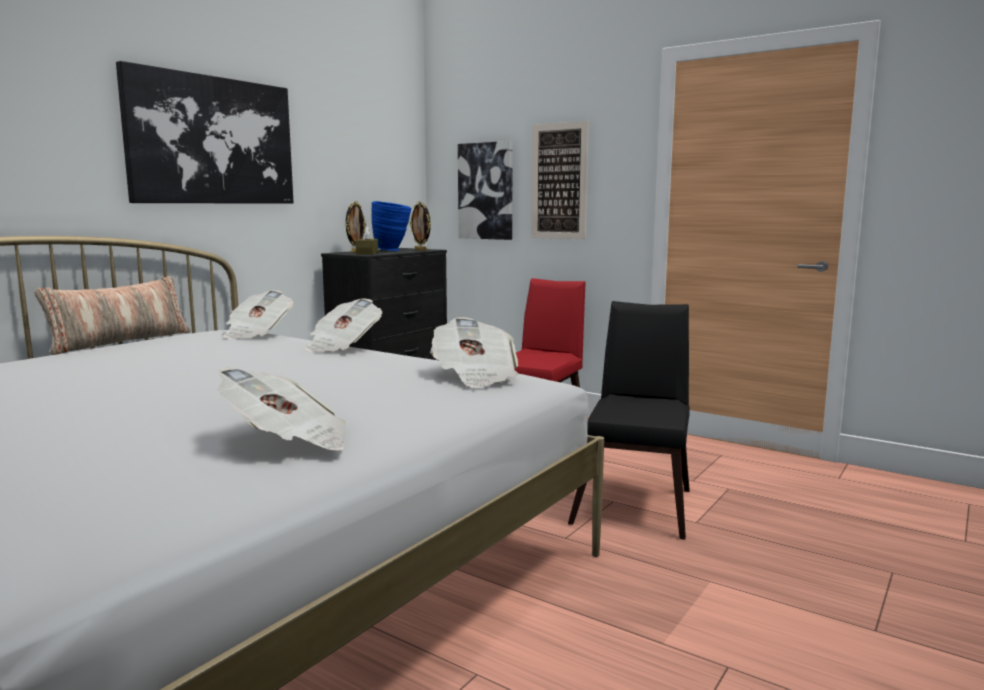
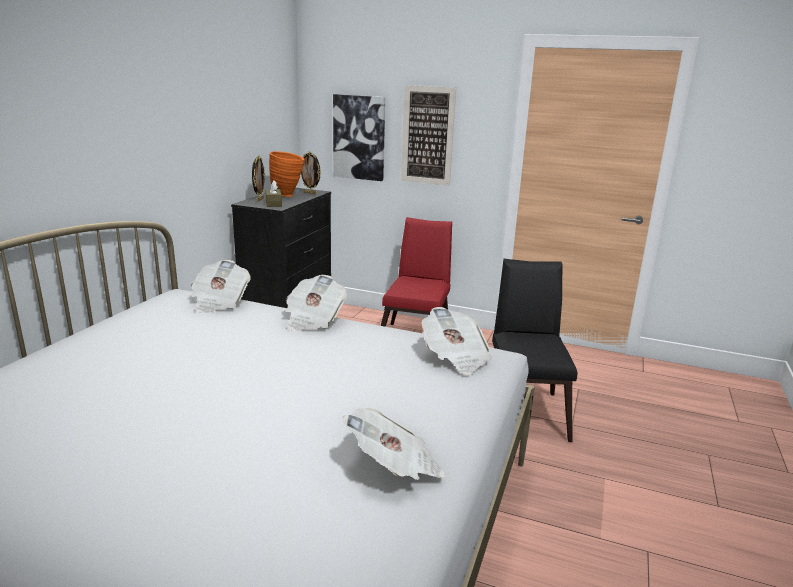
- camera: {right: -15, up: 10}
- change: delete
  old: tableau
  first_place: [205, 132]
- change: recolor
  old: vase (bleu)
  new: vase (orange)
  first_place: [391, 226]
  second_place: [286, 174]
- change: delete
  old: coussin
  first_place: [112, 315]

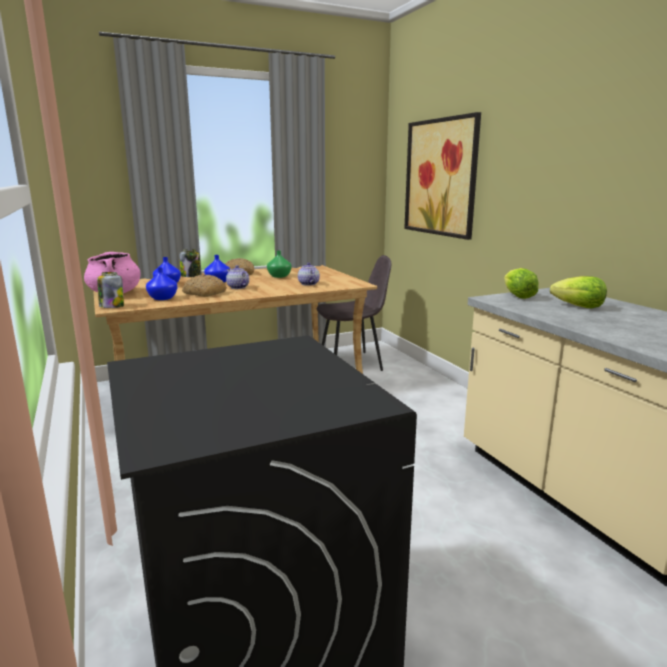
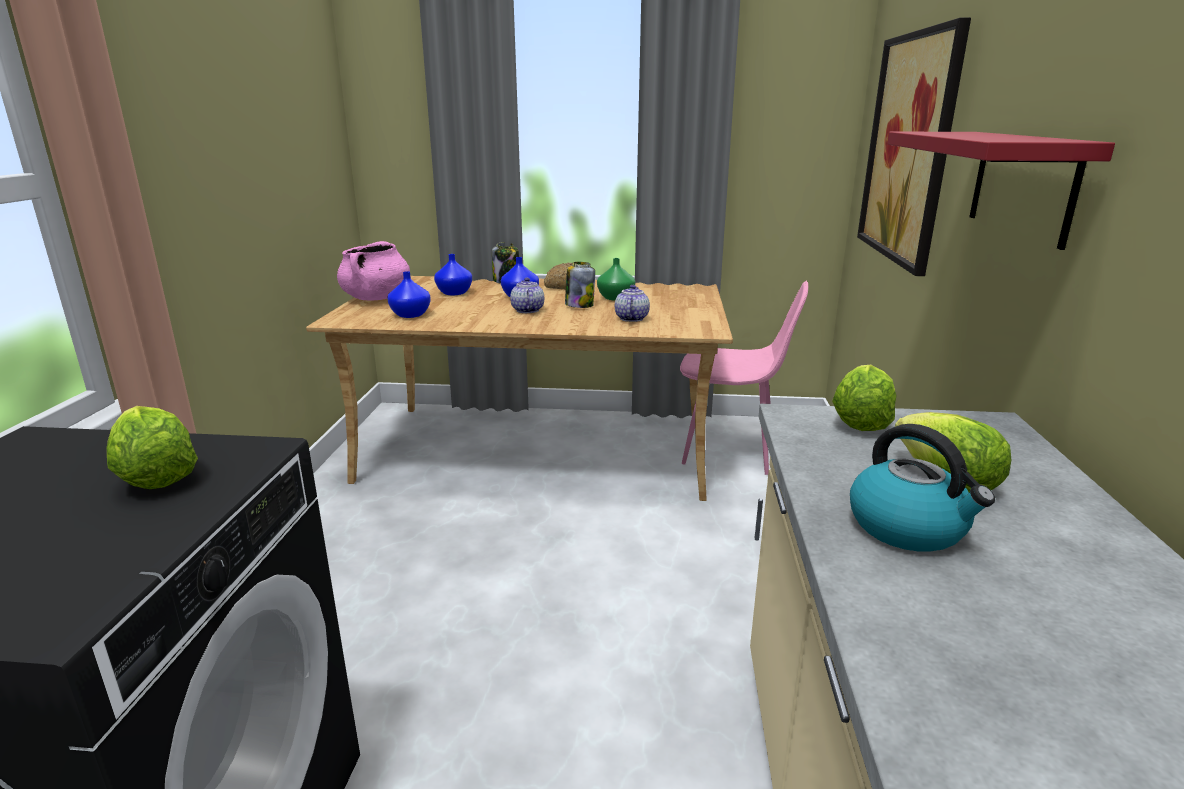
- camera: {right: 30, up: 5}
- change: recolor
  old: chaise (gris)
  new: chaise (rose)
  first_place: [353, 313]
  second_place: [744, 377]
- change: move
  old: bocal
  first_place: [110, 290]
  second_place: [580, 285]
- change: delete
  old: pain
  first_place: [204, 286]
- change: insert
  new: étagère (rouge)
  second_place: [1001, 191]
- change: insert
  new: laitue
  second_place: [152, 447]
- change: insert
  new: bouilloire
  second_place: [922, 488]

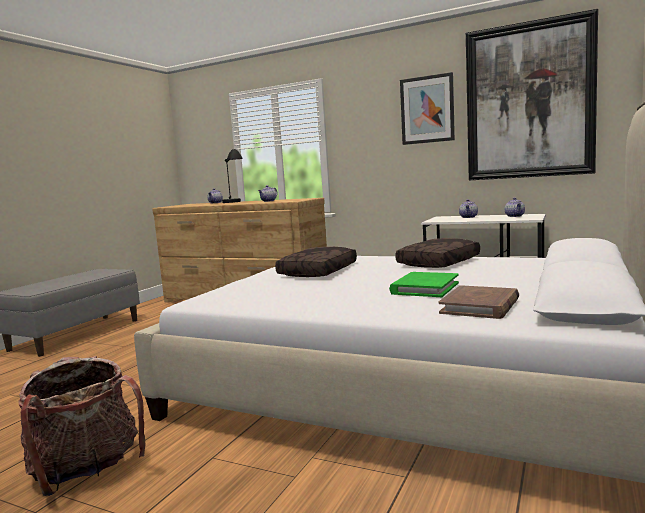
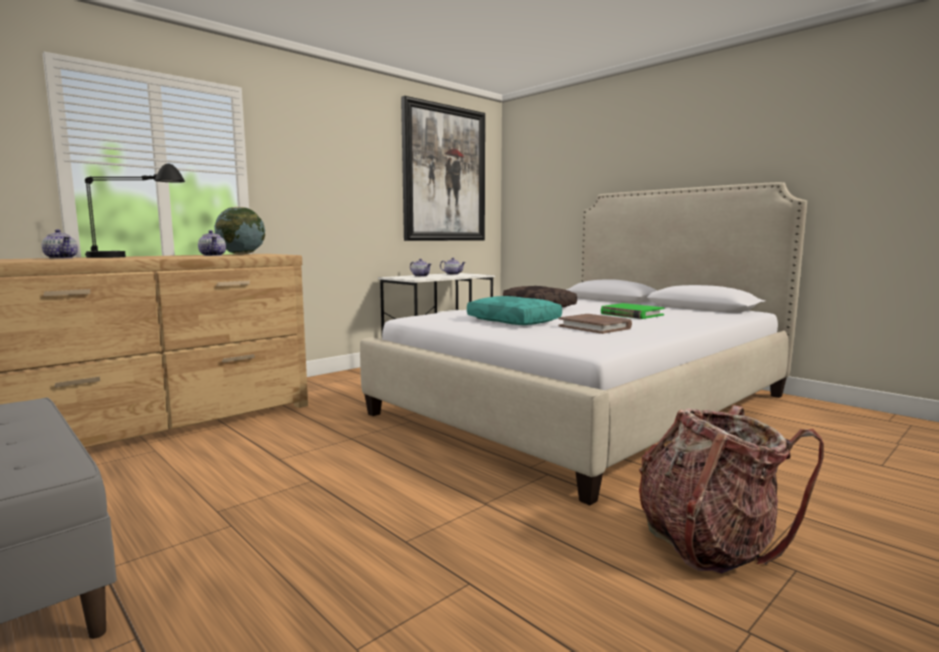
- camera: {right: -70, up: 0}
- change: delete
  old: tableau
  first_place: [427, 108]
- change: recolor
  old: coussin (marron)
  new: coussin (turquoise)
  first_place: [316, 262]
  second_place: [514, 310]
- change: move
  old: livre (marron)
  first_place: [479, 302]
  second_place: [595, 324]
- change: insert
  new: globe
  second_place: [239, 230]

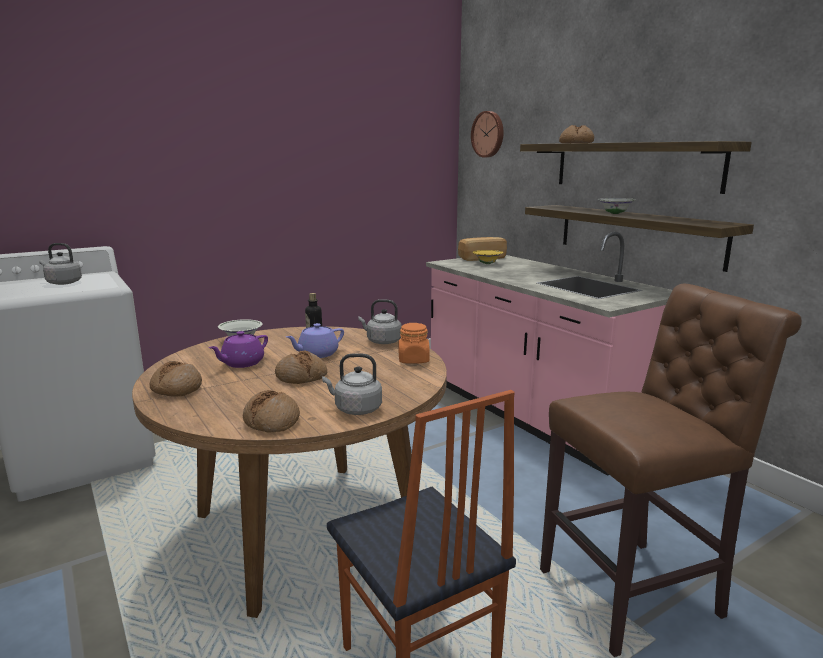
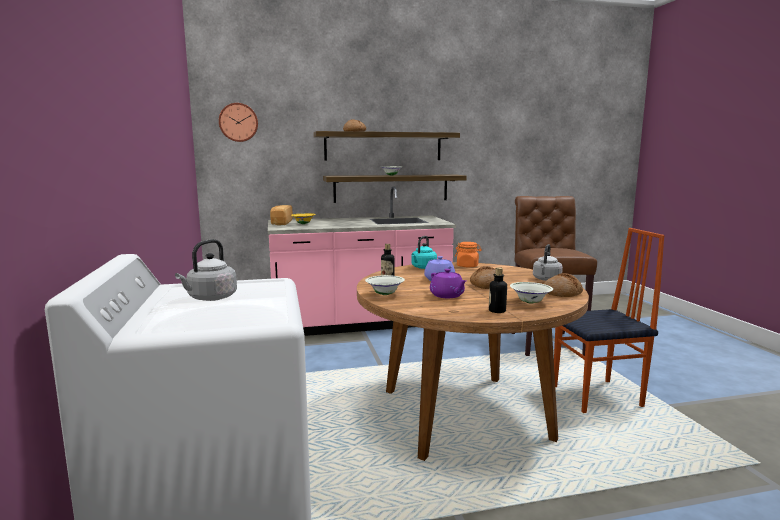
- camera: {right: -70, up: -5}
- change: recolor
  old: bouilloire (gris)
  new: bouilloire (turquoise)
  first_place: [380, 321]
  second_place: [424, 252]
- change: replace
  old: pain
  new: bouteille
  first_place: [176, 379]
  second_place: [498, 290]
- change: insert
  new: bol (blanc)
  second_place: [531, 293]

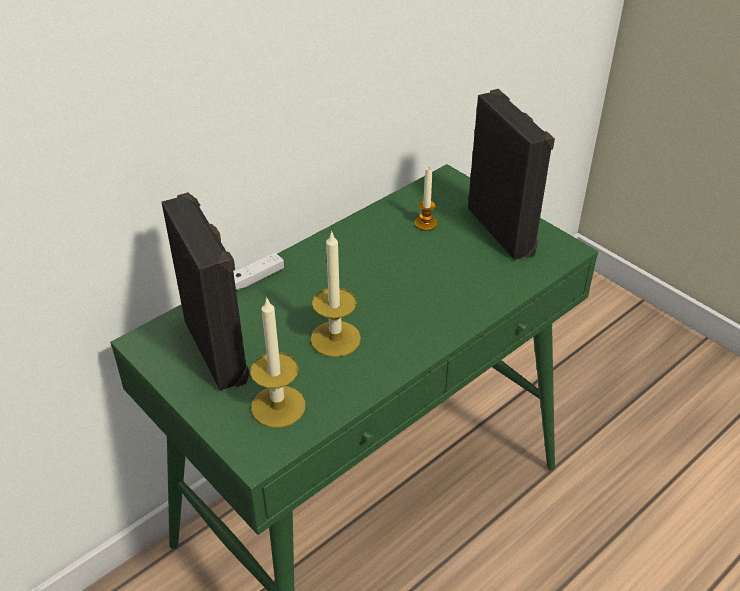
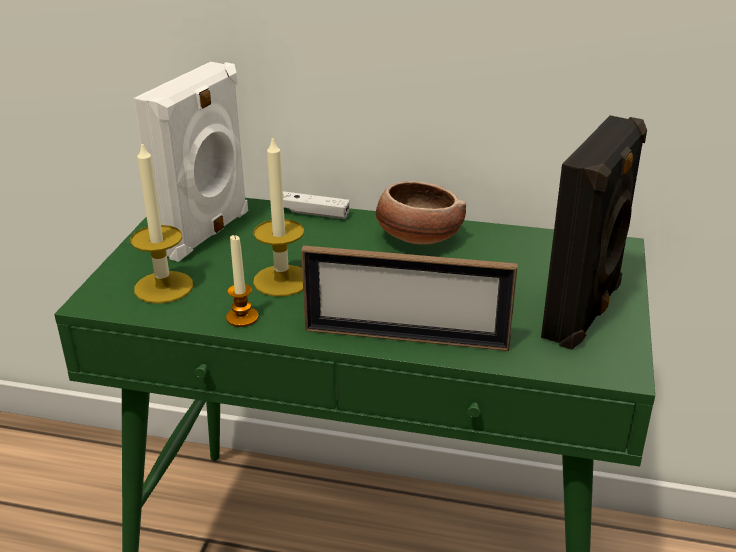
- camera: {right: 55, up: -10}
- change: move
  old: bougie
  first_place: [426, 199]
  second_place: [242, 280]
- change: recolor
  old: enceinte (noir)
  new: enceinte (blanc)
  first_place: [205, 291]
  second_place: [190, 162]
- change: insert
  new: bol
  second_place: [421, 213]
- change: insert
  new: cadre photo
  second_place: [409, 298]

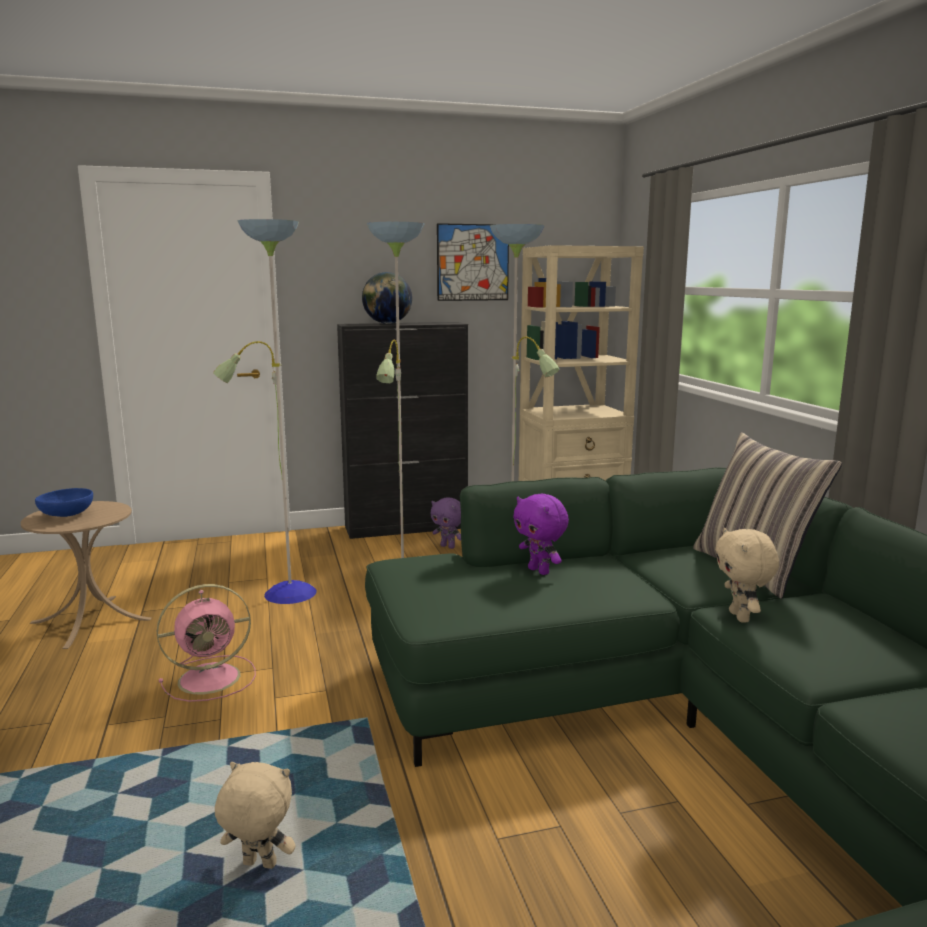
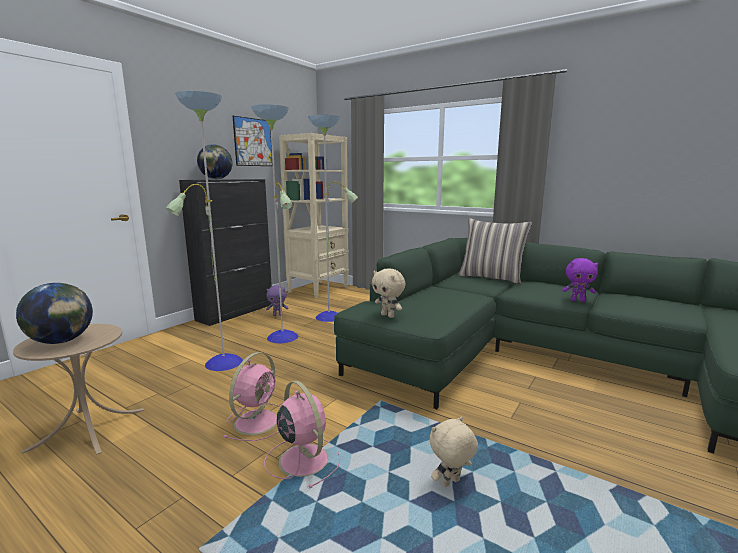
- camera: {right: -40, up: 0}
- change: replace
  old: bol (bleu)
  new: globe
  first_place: [64, 502]
  second_place: [54, 313]
- change: move
  old: peluche (violet)
  first_place: [541, 534]
  second_place: [580, 280]
- change: move
  old: peluche (beige)
  first_place: [747, 575]
  second_place: [388, 293]
- change: insert
  new: ventilateur (rose)
  second_place: [302, 434]

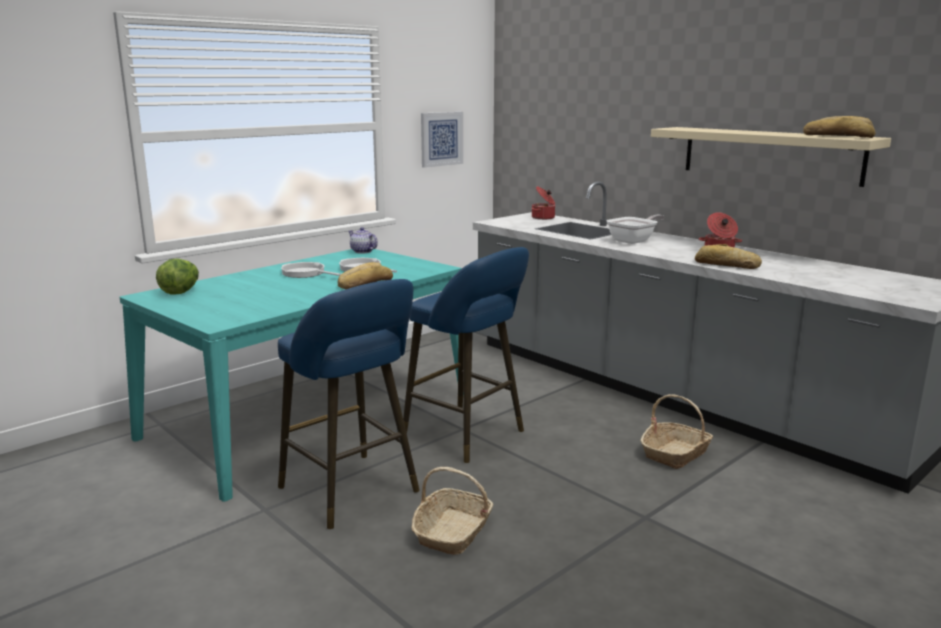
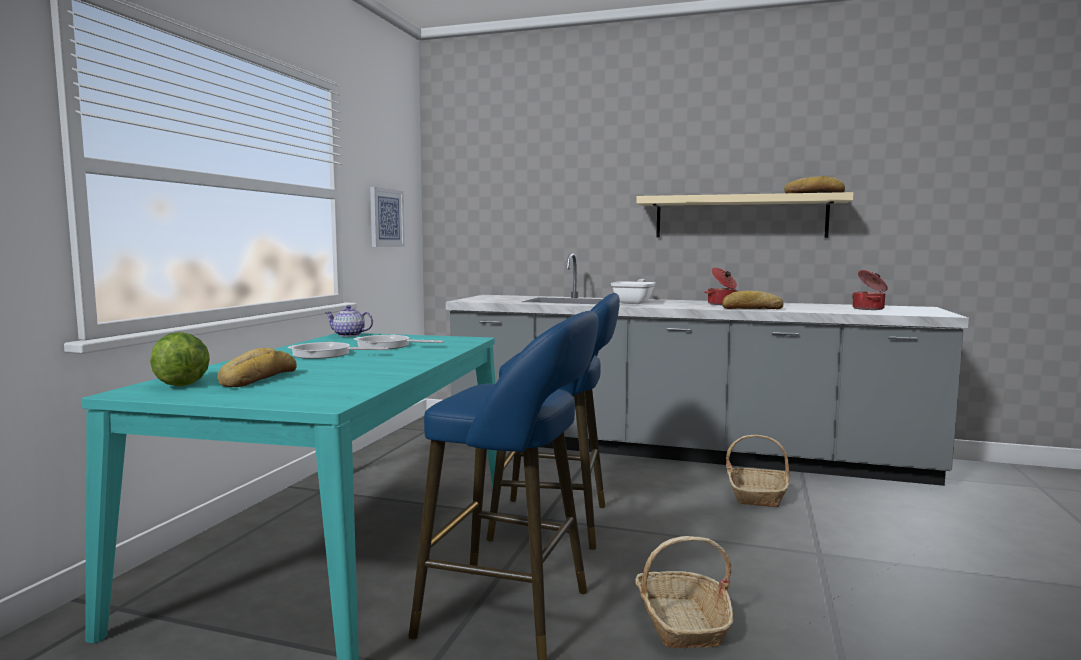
- camera: {right: -30, up: -10}
- change: move
  old: marmite
  first_place: [544, 203]
  second_place: [870, 290]
- change: move
  old: pain
  first_place: [365, 275]
  second_place: [257, 367]

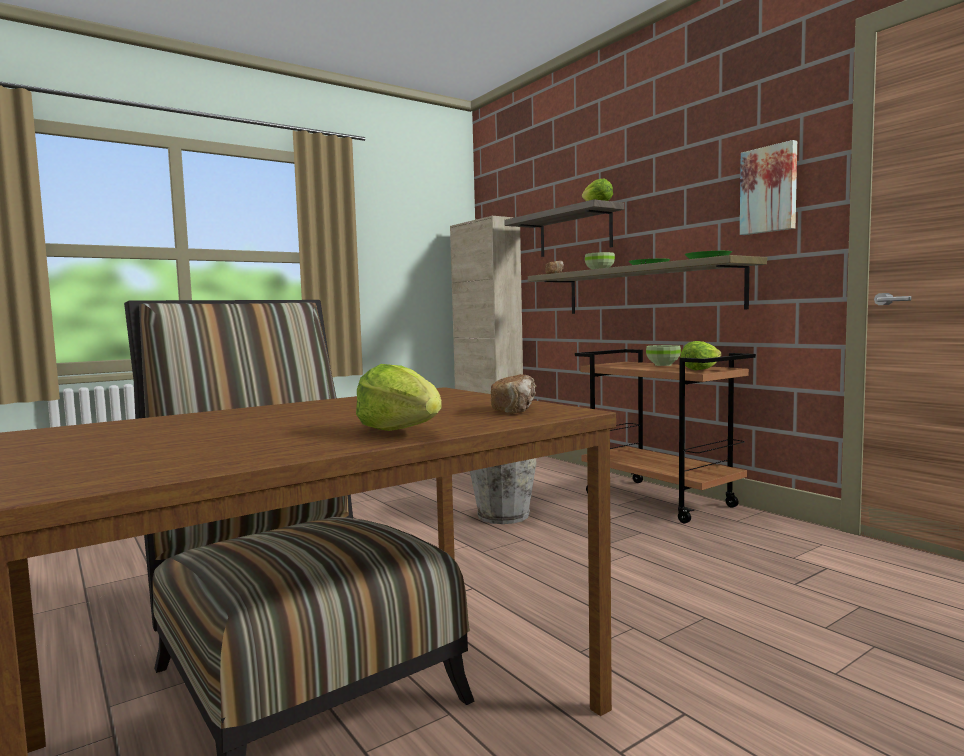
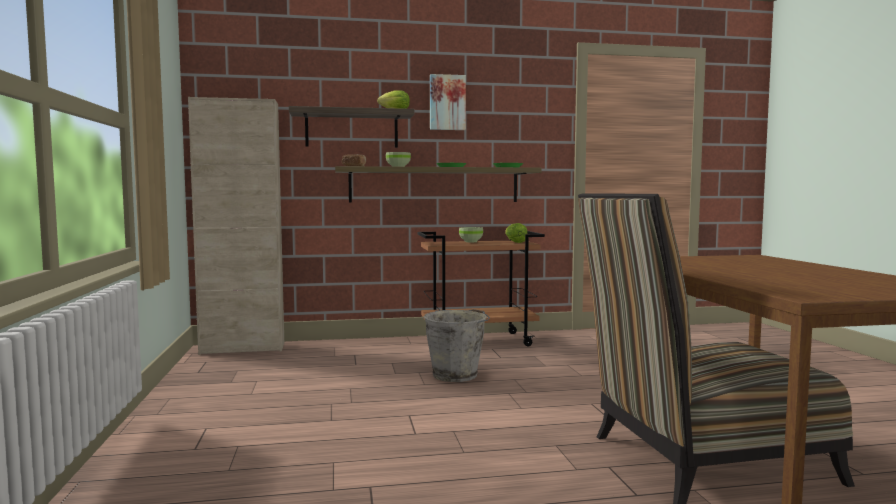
- camera: {right: -65, up: 0}
- change: move
  old: tableau
  first_place: [768, 187]
  second_place: [448, 102]
- change: delete
  old: laitue
  first_place: [399, 397]
- change: delete
  old: pain
  first_place: [513, 393]

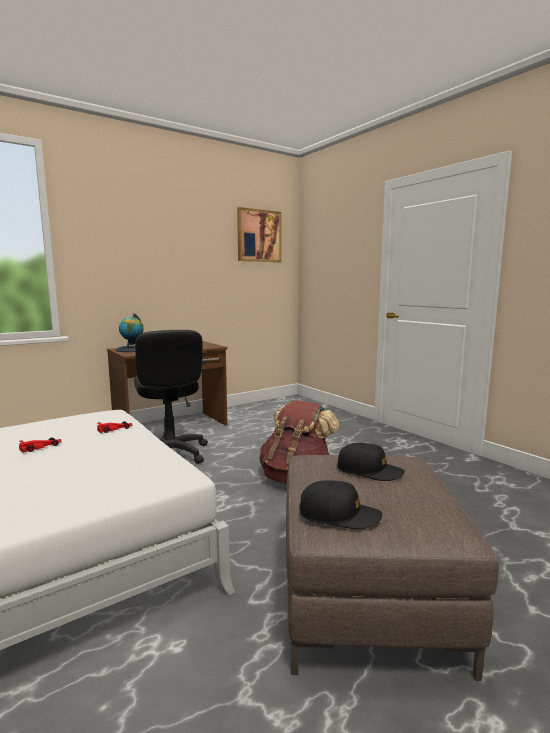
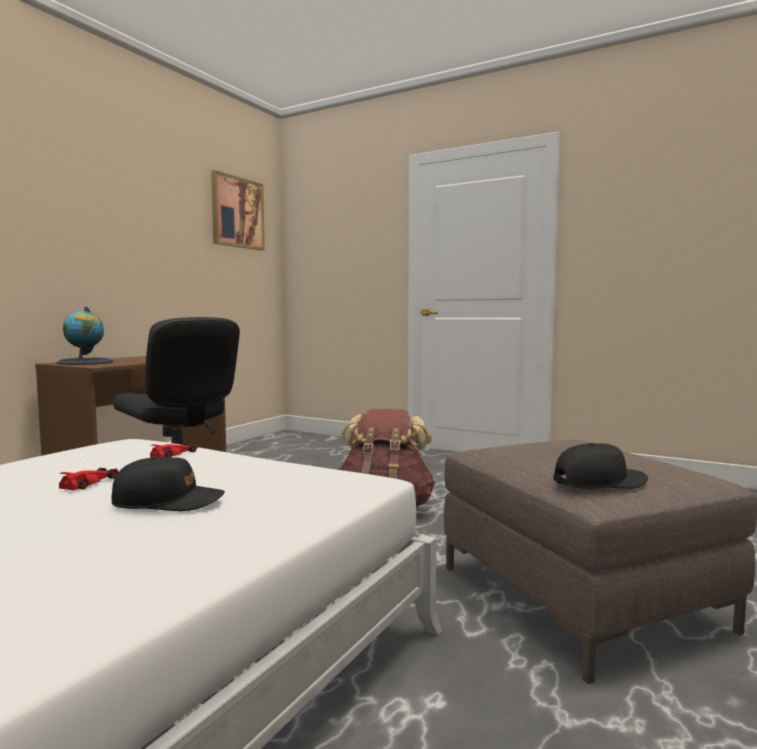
- camera: {right: -25, up: -5}
- change: move
  old: casquette (noir)
  first_place: [371, 462]
  second_place: [168, 484]

